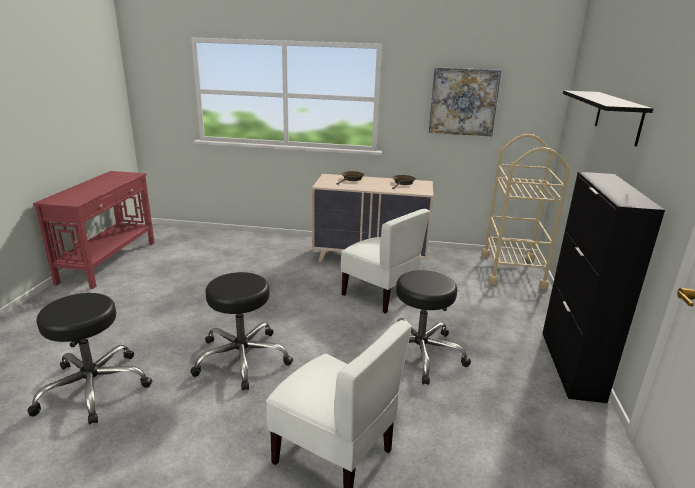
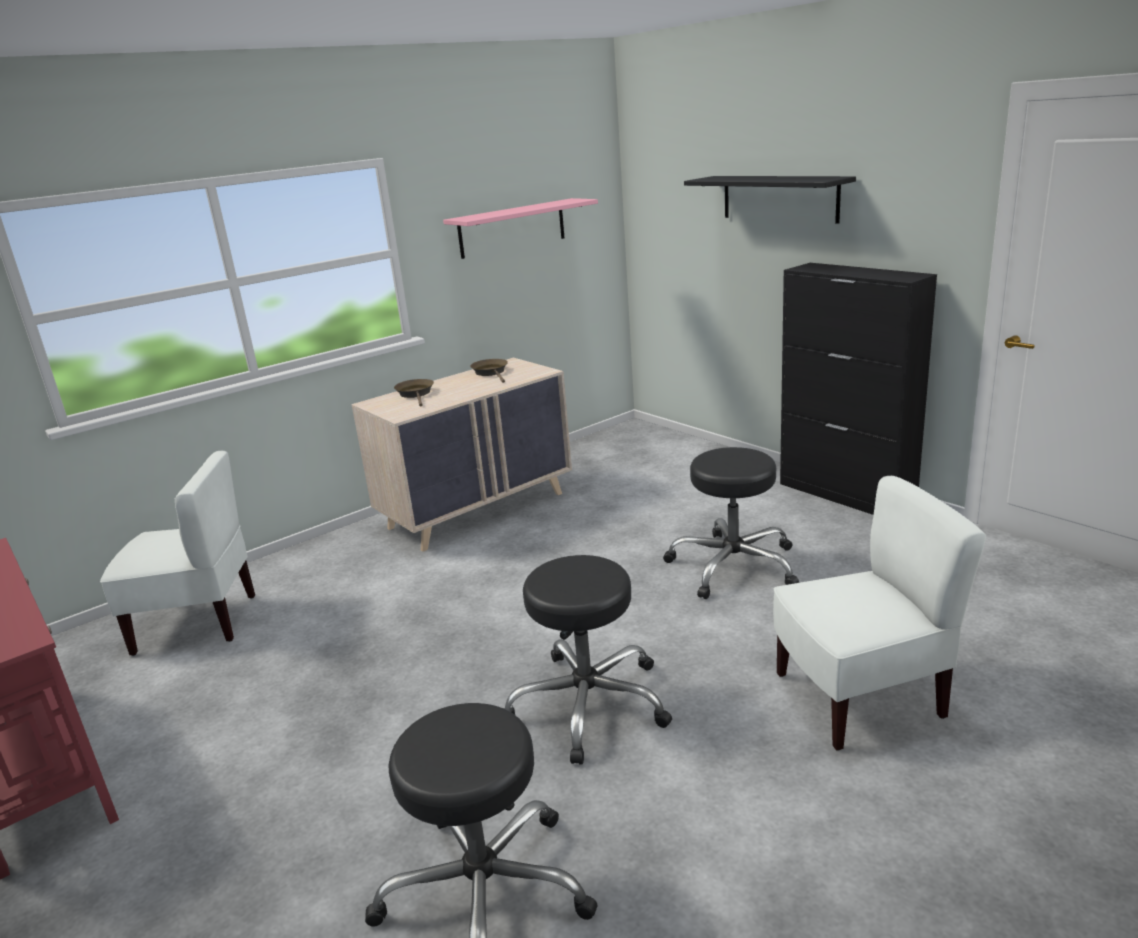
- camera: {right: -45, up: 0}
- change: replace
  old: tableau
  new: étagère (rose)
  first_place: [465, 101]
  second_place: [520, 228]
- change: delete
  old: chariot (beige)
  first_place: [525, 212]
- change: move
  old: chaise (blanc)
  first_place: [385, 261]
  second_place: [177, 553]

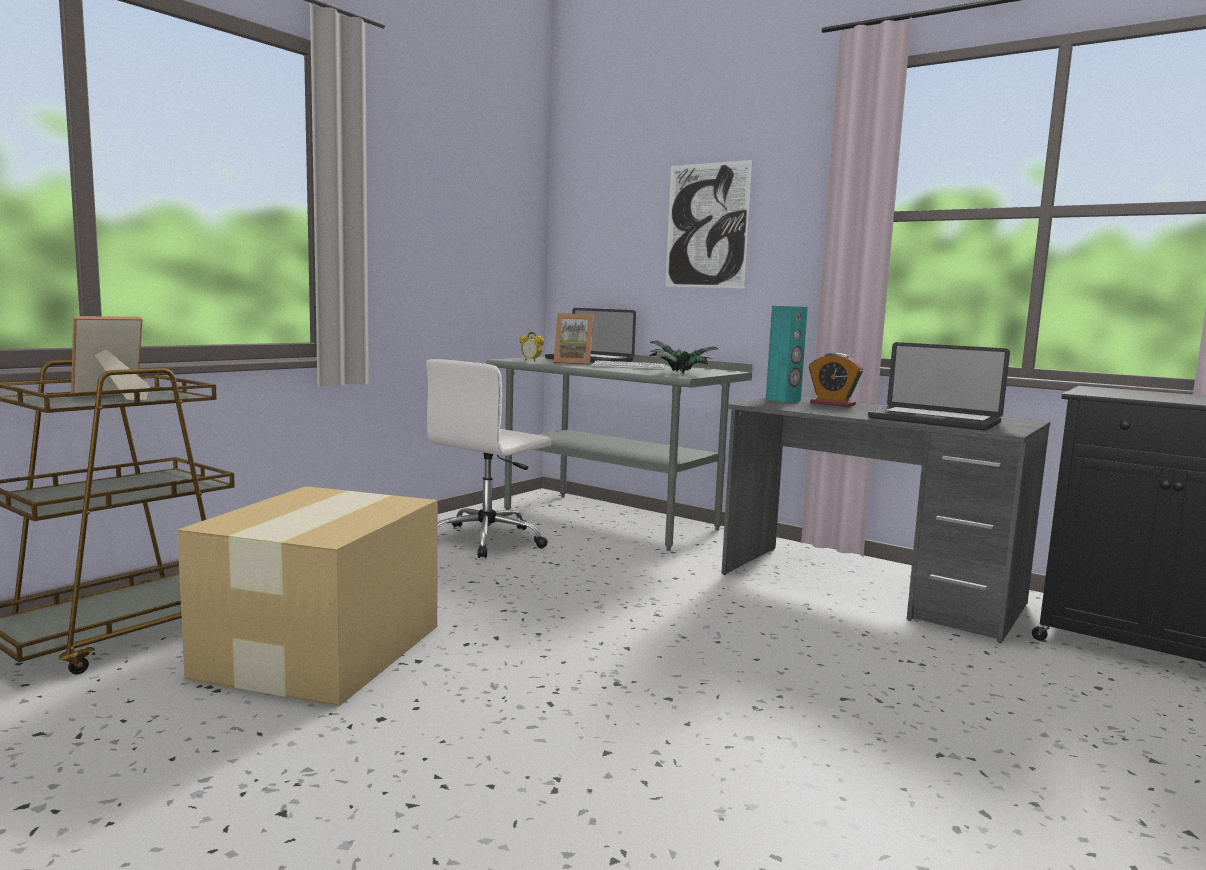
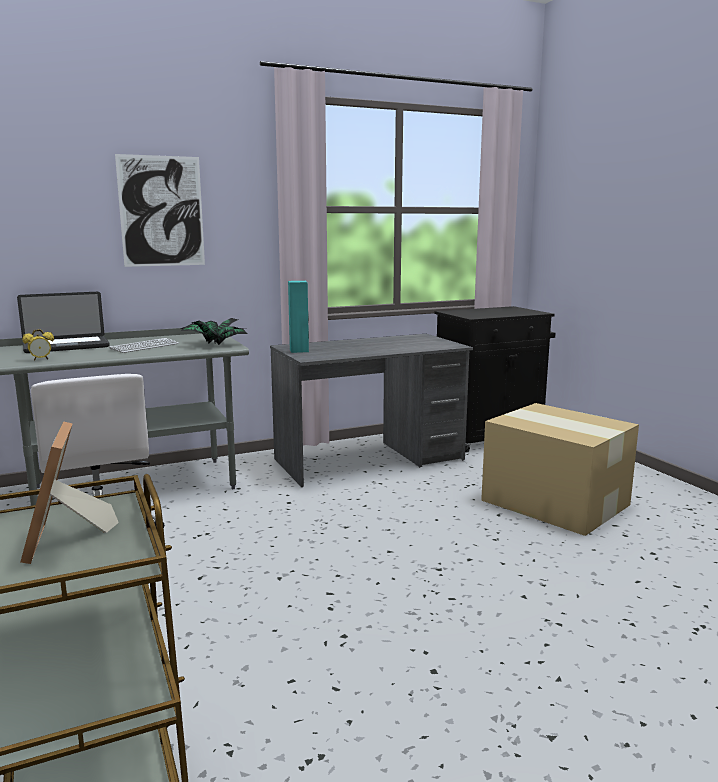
- camera: {right: -60, up: 5}
- change: delete
  old: cadre photo
  first_place: [573, 339]
- change: delete
  old: ordinateur portable
  first_place: [939, 386]
- change: delete
  old: réveil
  first_place: [836, 380]
- change: move
  old: carton
  first_place: [307, 596]
  second_place: [560, 469]

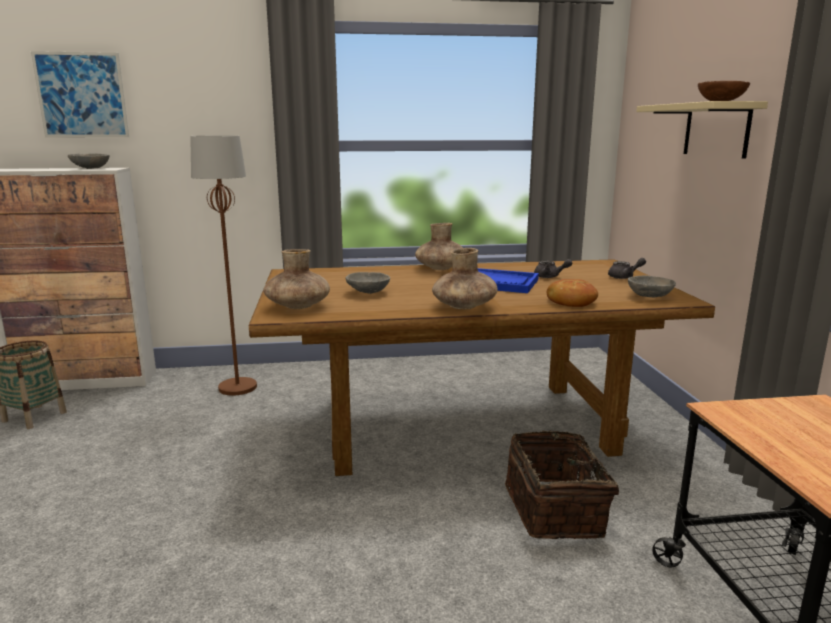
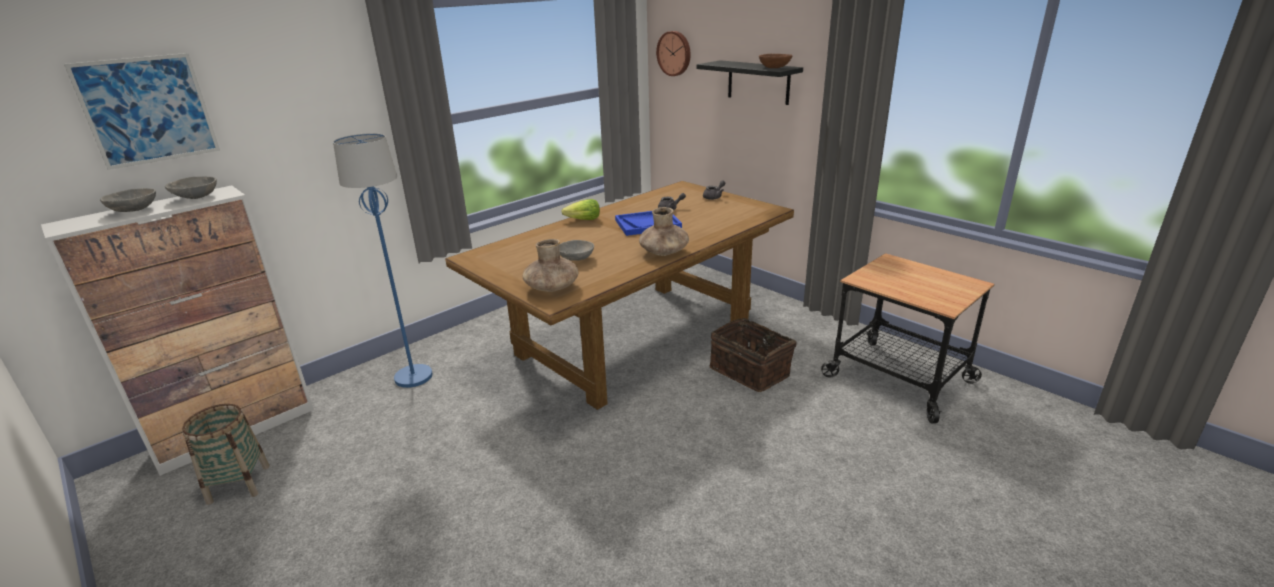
- camera: {right: -35, up: 10}
- change: recolor
  old: étagère (beige)
  new: étagère (noir)
  first_place: [702, 130]
  second_place: [749, 82]
- change: recolor
  old: lampadaire (marron)
  new: lampadaire (bleu)
  first_place: [223, 265]
  second_place: [383, 260]
- change: replace
  old: vase (marron)
  new: laitue
  first_place: [439, 246]
  second_place: [580, 209]
- change: move
  old: bol (gris)
  first_place: [652, 286]
  second_place: [128, 200]
- change: delete
  old: pain
  first_place: [572, 293]
- change: insert
  new: horloge murale
  second_place: [673, 53]

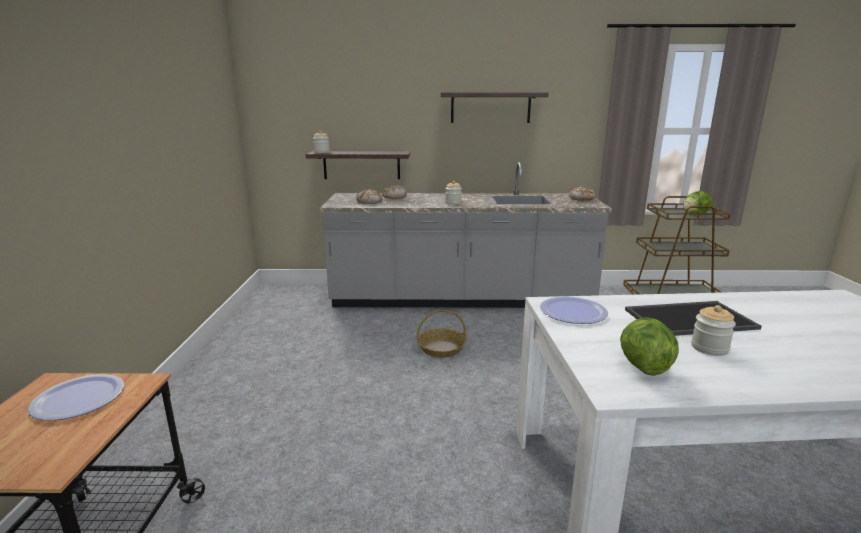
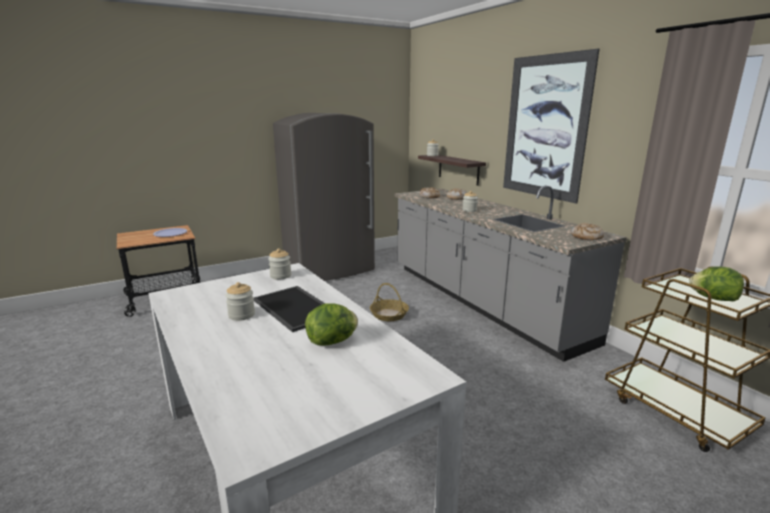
- camera: {right: 60, up: 0}
- change: replace
  old: étagère
  new: tableau
  first_place: [494, 107]
  second_place: [551, 126]
- change: replace
  old: assiette
  new: bocal
  first_place: [574, 310]
  second_place: [279, 264]
- change: move
  old: laitue
  first_place: [649, 346]
  second_place: [331, 324]
- change: insert
  new: réfrigérateur (gris)
  second_place: [324, 197]

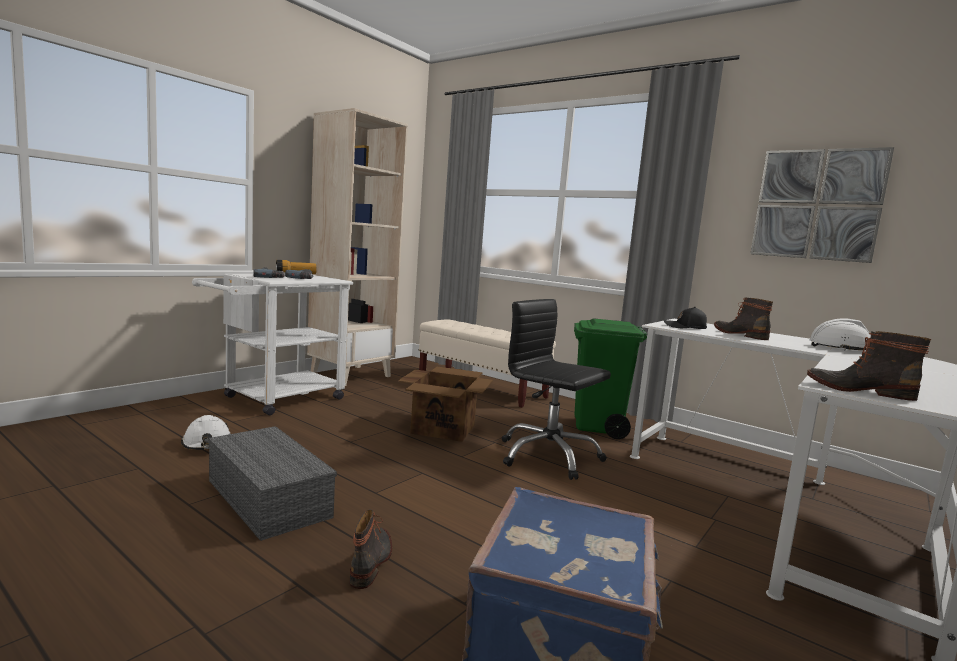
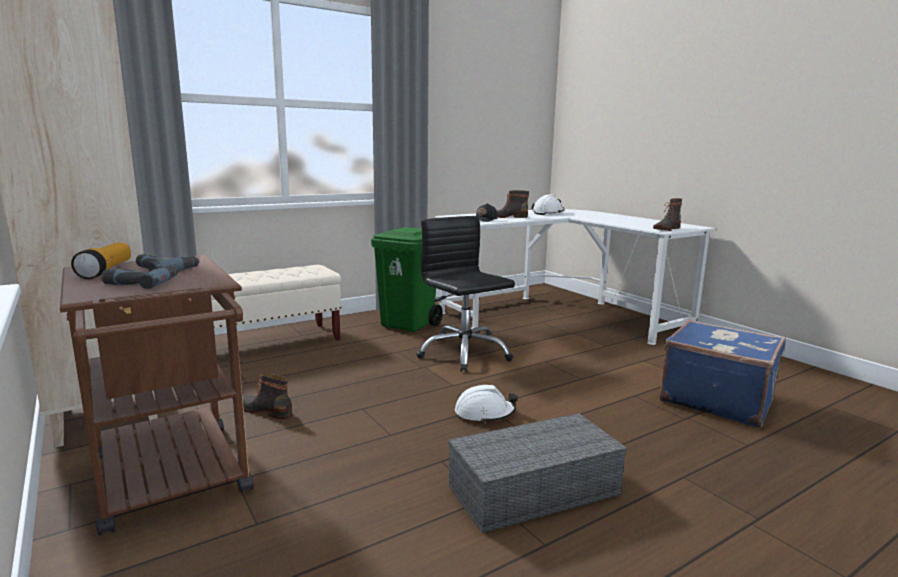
- camera: {right: -70, up: 5}
- change: delete
  old: tableau
  first_place: [822, 205]
- change: recolor
  old: chariot (blanc)
  new: chariot (marron)
  first_place: [272, 344]
  second_place: [157, 395]
- change: rotate
  old: chaise de bureau (noir)
  first_place: [556, 389]
  second_place: [465, 294]
  degrees: 90
- change: delete
  old: carton
  first_place: [445, 404]
- change: move
  old: casque de chantier (blanc)
  first_place: [205, 432]
  second_place: [486, 404]
- change: move
  old: botte
  first_place: [370, 549]
  second_place: [267, 396]

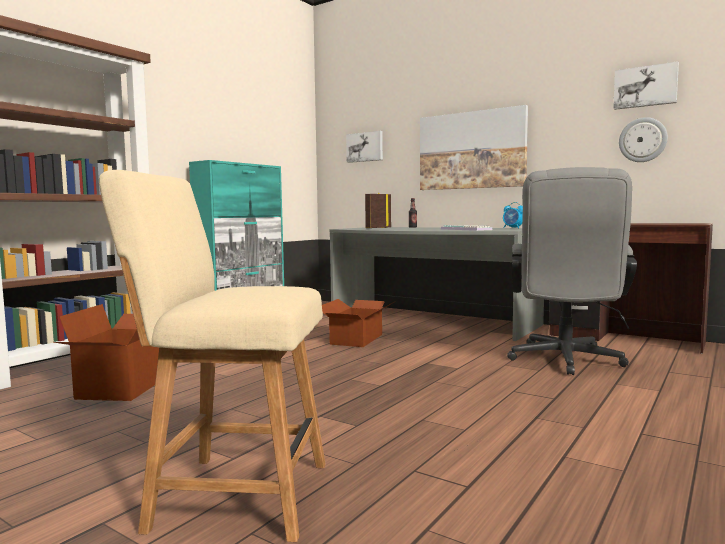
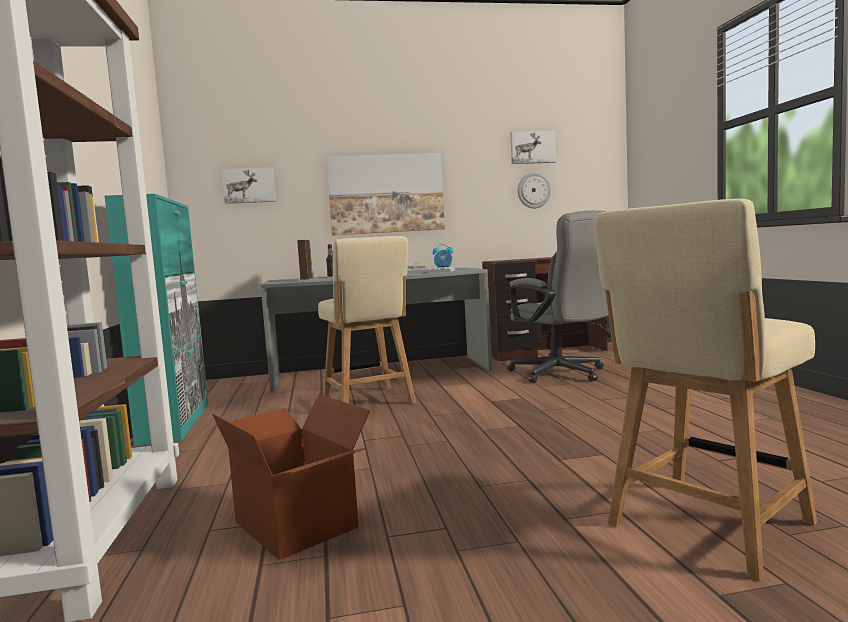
- camera: {right: -45, up: 0}
- change: replace
  old: carton
  new: chaise (beige)
  first_place: [358, 323]
  second_place: [367, 320]

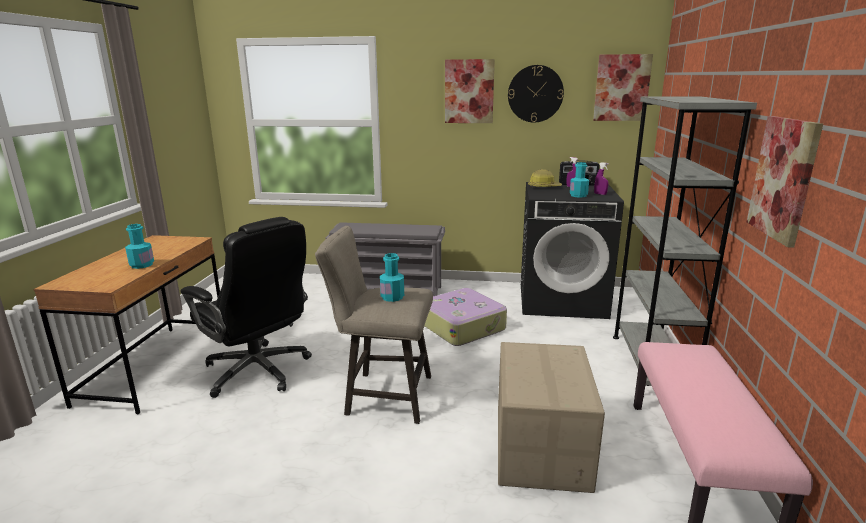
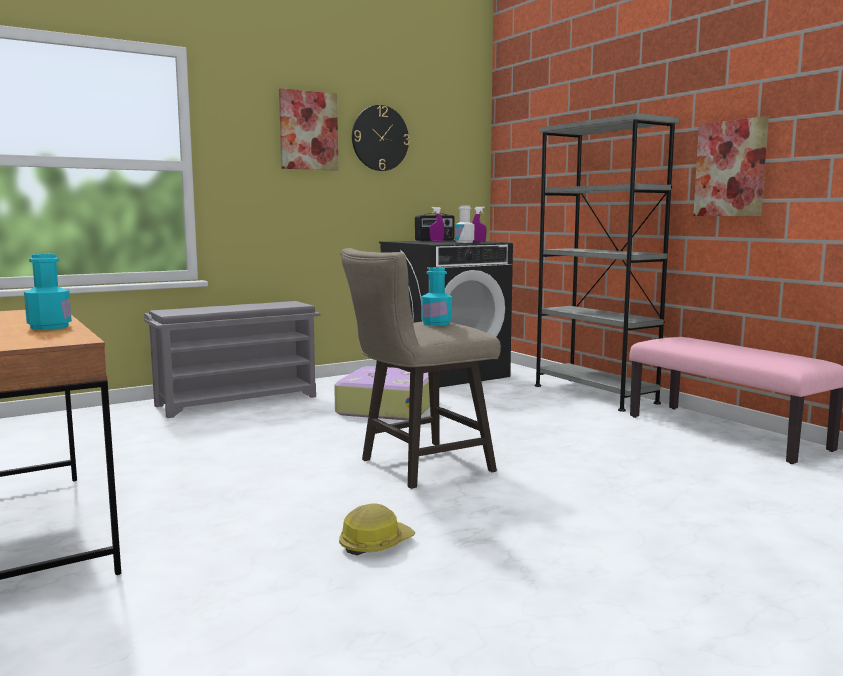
- camera: {right: -40, up: -10}
- change: delete
  old: tableau
  first_place: [623, 87]
- change: recolor
  old: bouteille (turquoise)
  new: bouteille (blanc)
  first_place: [579, 180]
  second_place: [464, 224]
- change: move
  old: casque de chantier
  first_place: [545, 178]
  second_place: [377, 529]
- change: delete
  old: chaise de bureau (noir)
  first_place: [246, 307]
- change: delete
  old: carton
  first_place: [551, 417]

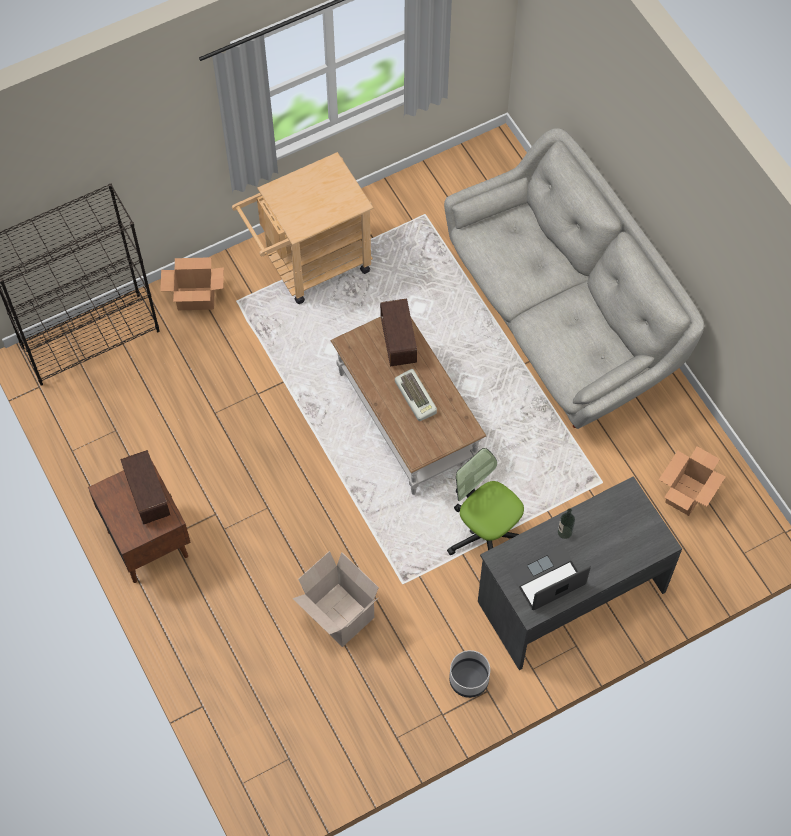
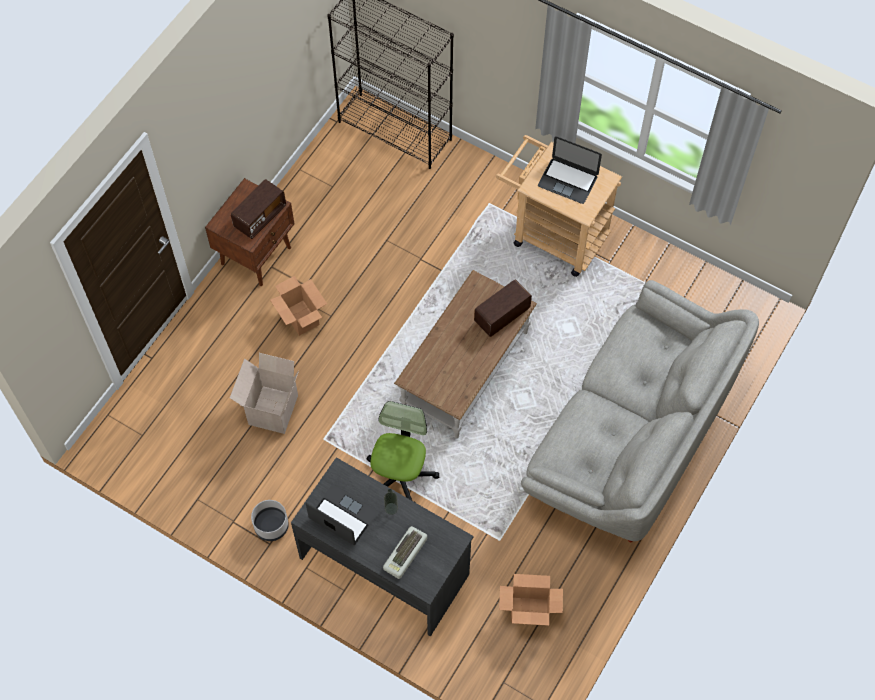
- camera: {right: 60, up: 0}
- change: move
  old: carton
  first_place: [192, 283]
  second_place: [298, 306]
- change: move
  old: clavier
  first_place: [416, 395]
  second_place: [405, 552]
- change: insert
  new: ordinateur portable
  second_place: [570, 170]

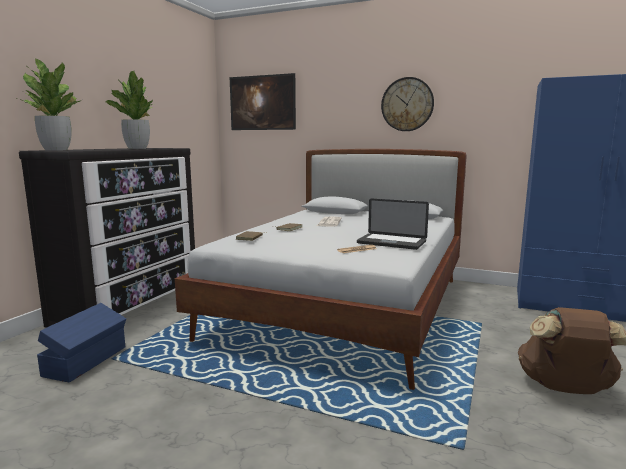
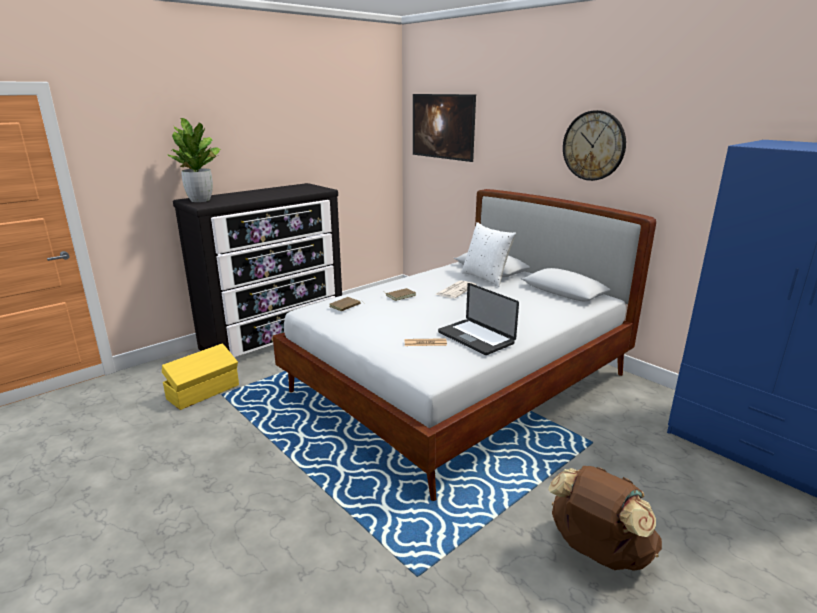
- camera: {right: 25, up: 10}
- change: delete
  old: plante en pot
  first_place: [129, 110]
- change: recolor
  old: boîte de rangement (bleu)
  new: boîte de rangement (jaune)
  first_place: [81, 343]
  second_place: [200, 376]
- change: insert
  new: coussin (blanc)
  second_place: [488, 254]

